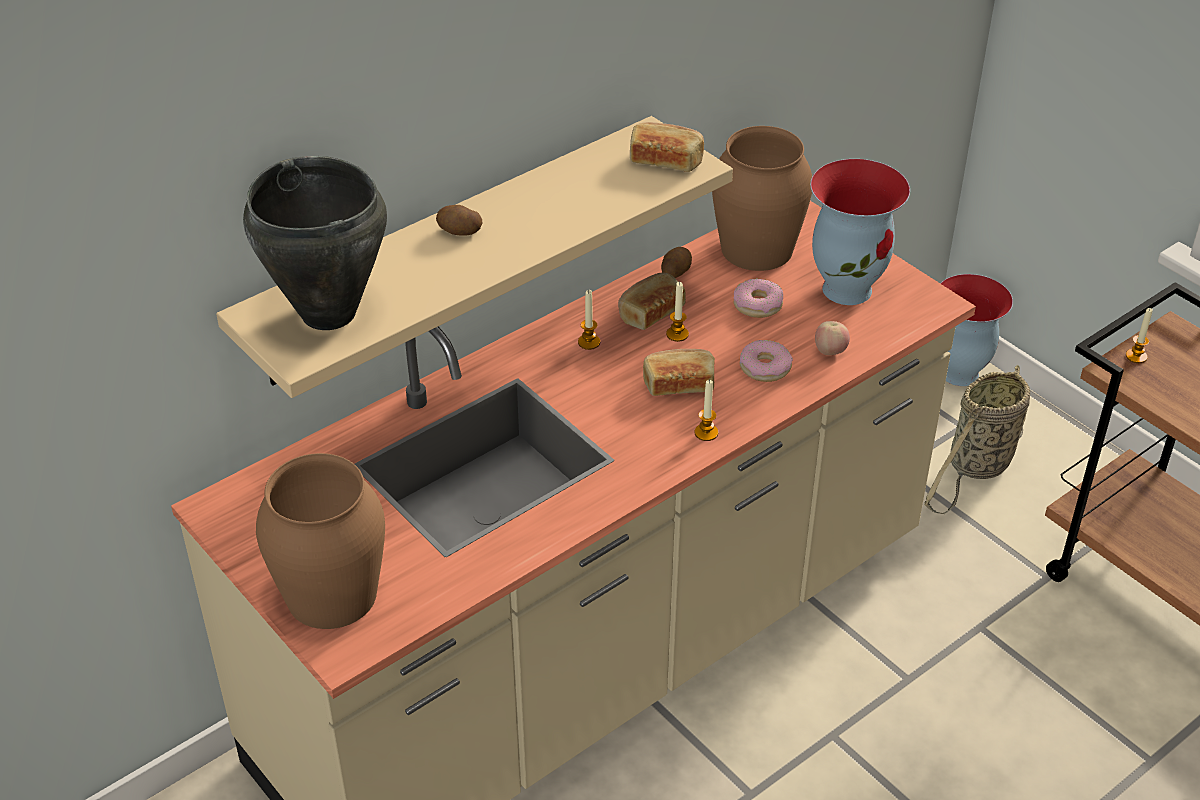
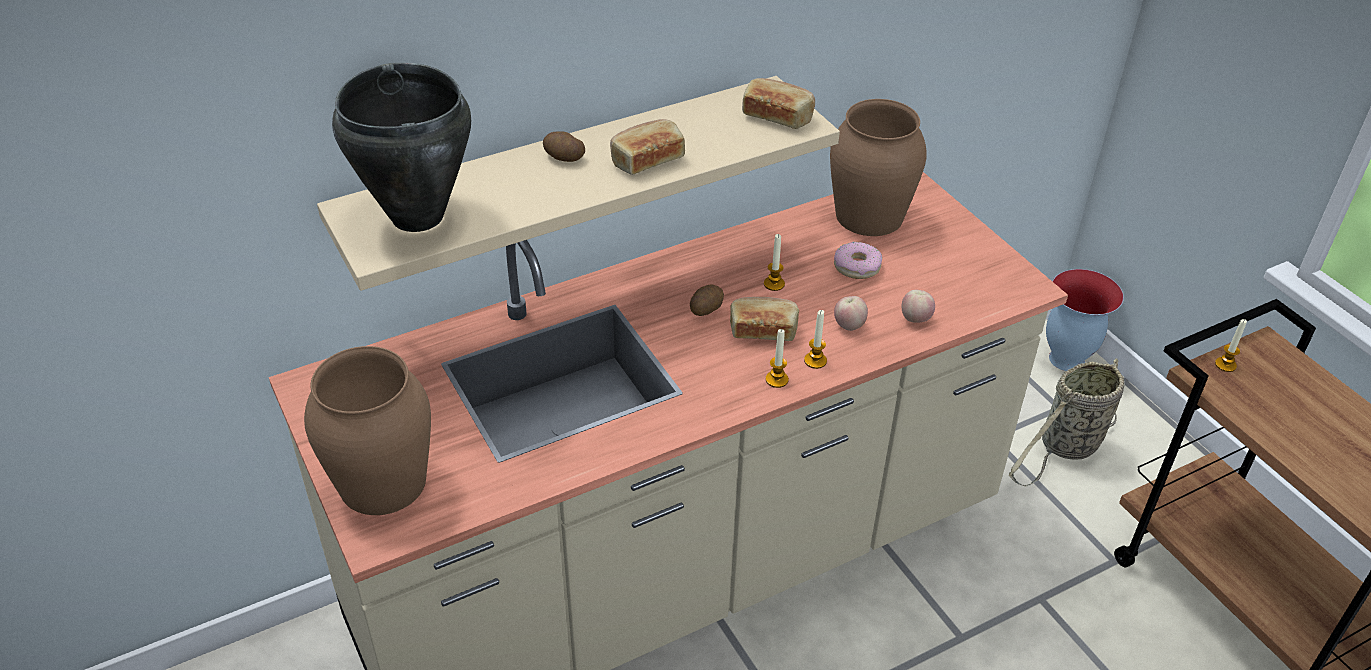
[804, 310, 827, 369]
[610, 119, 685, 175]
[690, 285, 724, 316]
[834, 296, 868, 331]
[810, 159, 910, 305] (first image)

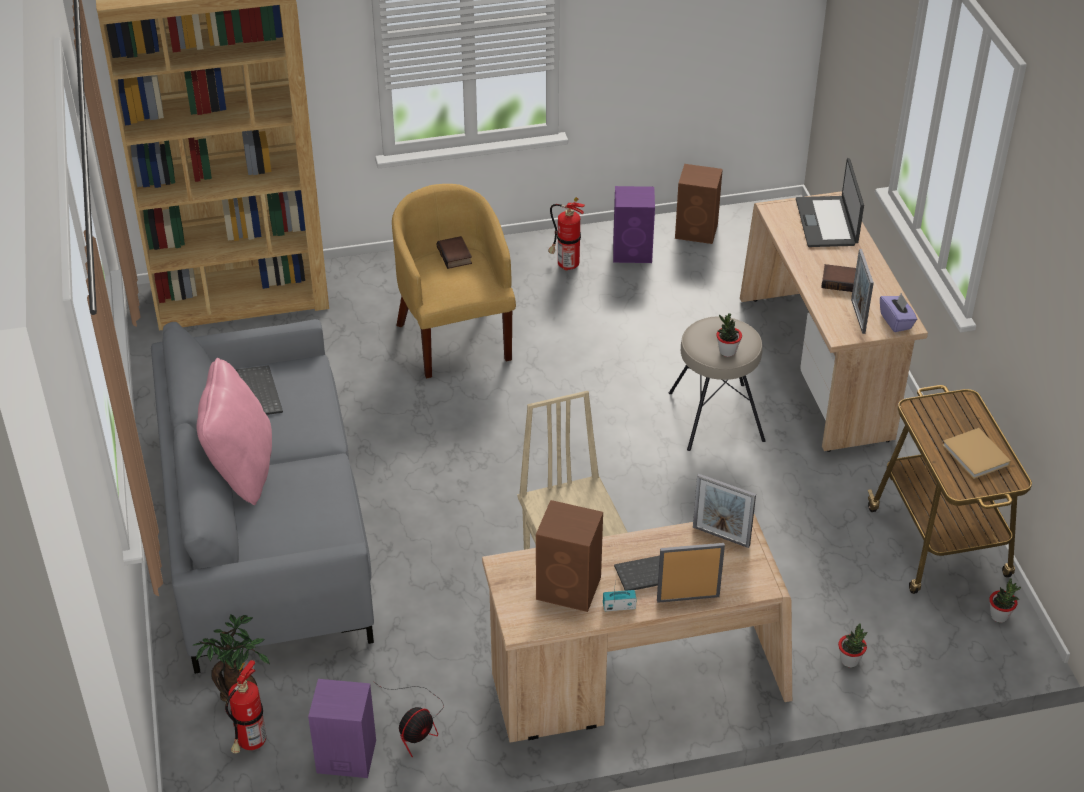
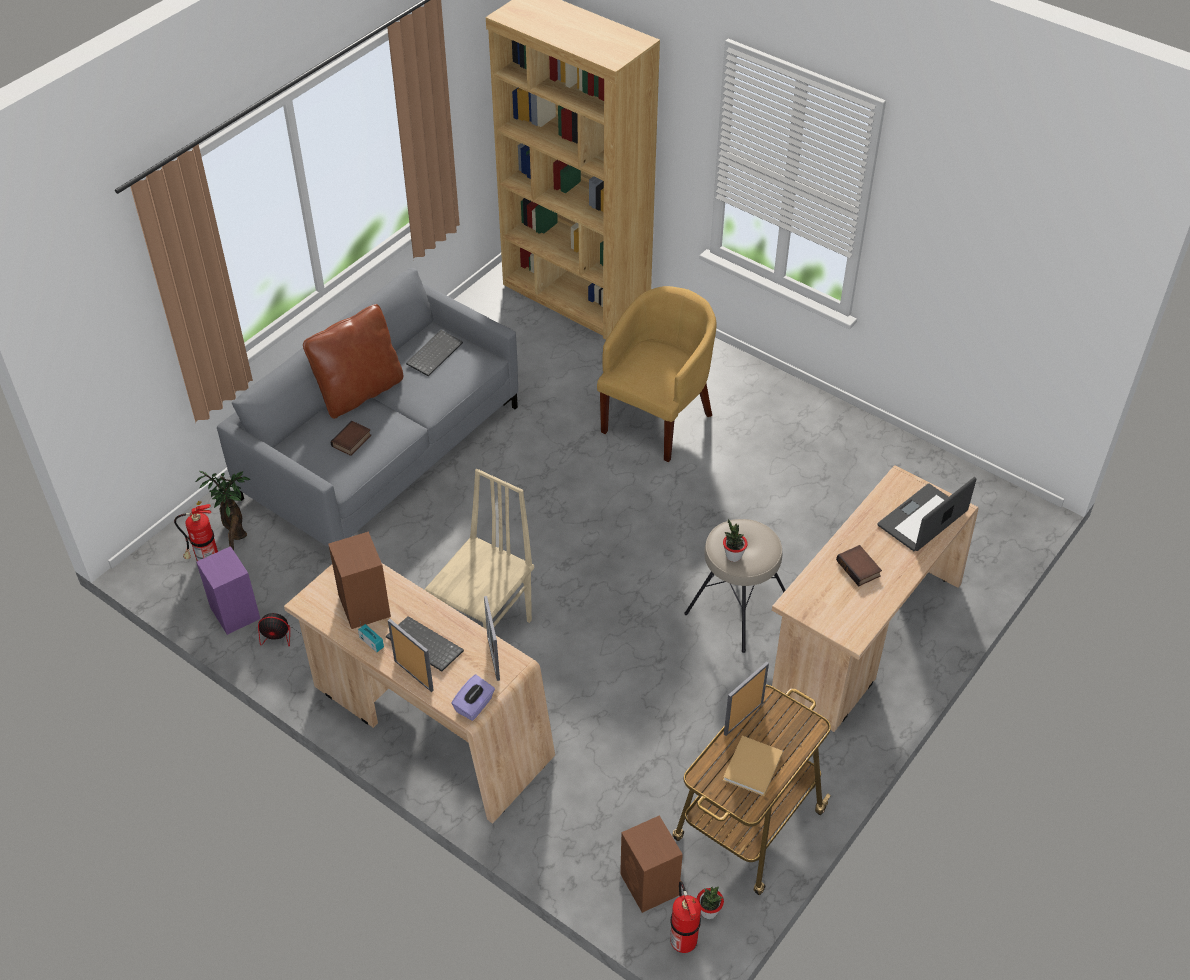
[303, 304, 403, 419]
[331, 421, 371, 456]
[670, 881, 701, 953]
[613, 186, 655, 263] (first image)
[620, 815, 683, 913]
[838, 623, 867, 668] (first image)
[724, 662, 769, 736]
[452, 675, 495, 721]

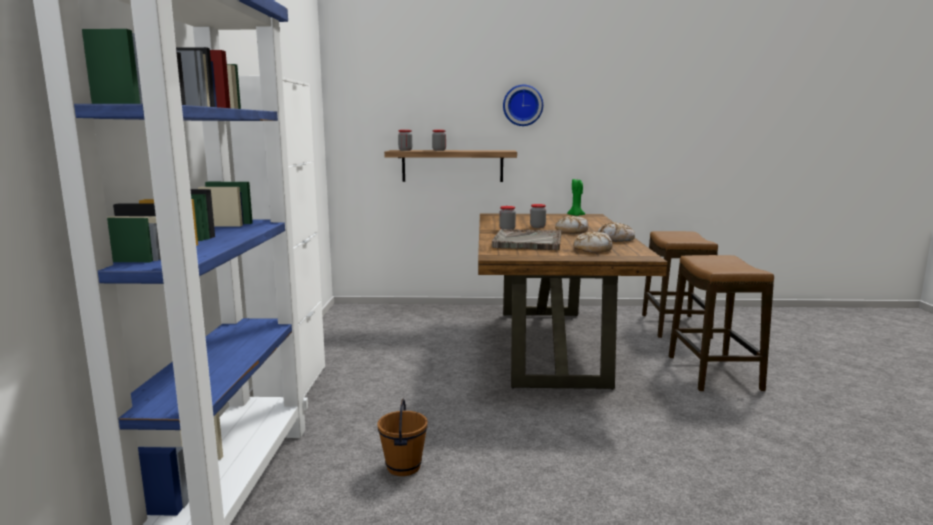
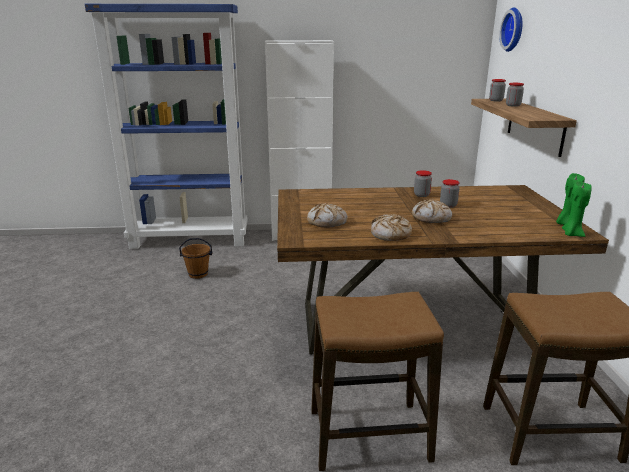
[492, 229, 561, 250] (first image)
[499, 7, 522, 52]
[562, 181, 592, 237]

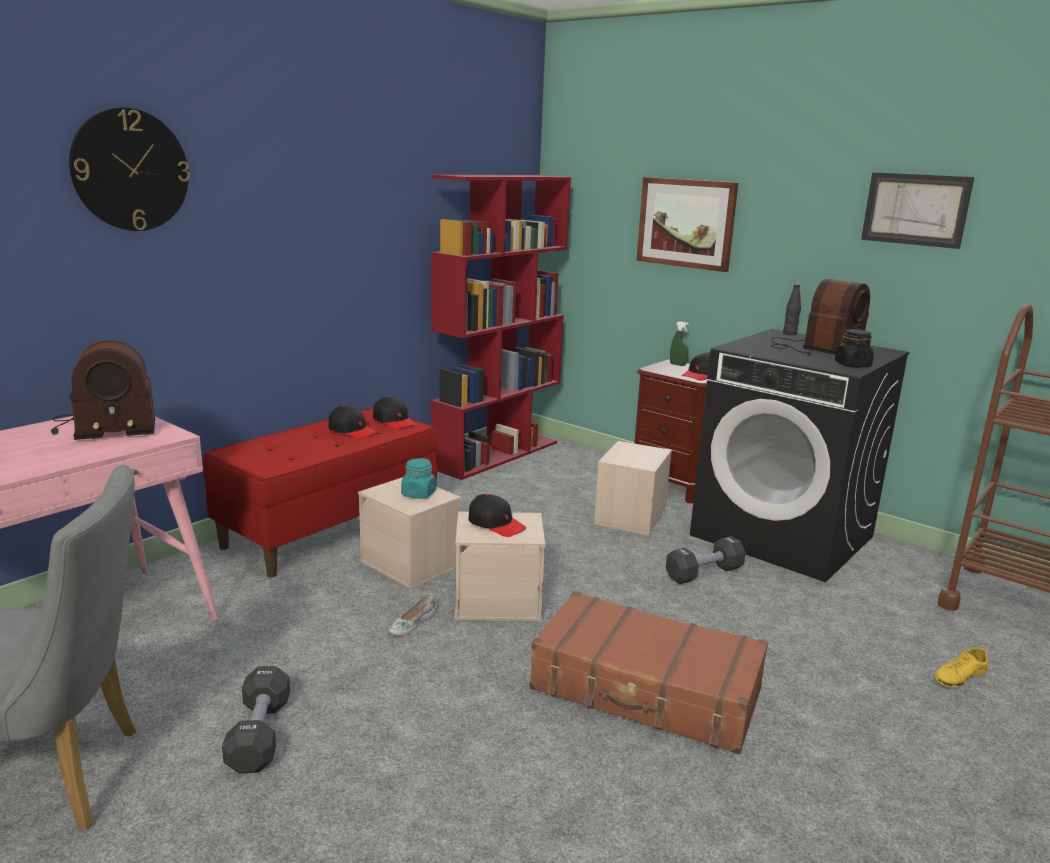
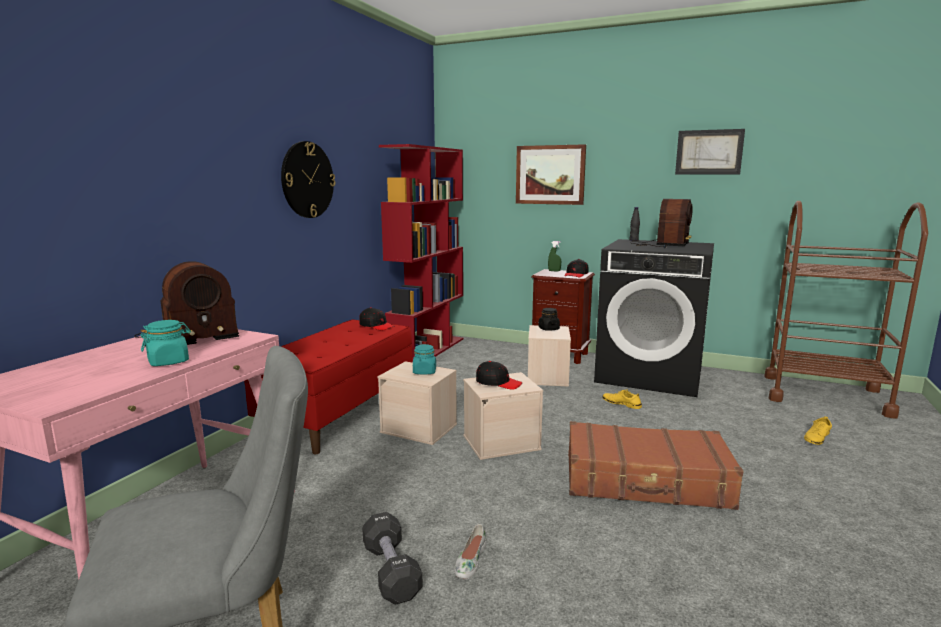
[281, 141, 335, 218]
[328, 405, 378, 439] (first image)
[454, 524, 486, 579]
[602, 389, 642, 409]
[538, 308, 560, 331]
[141, 320, 191, 366]

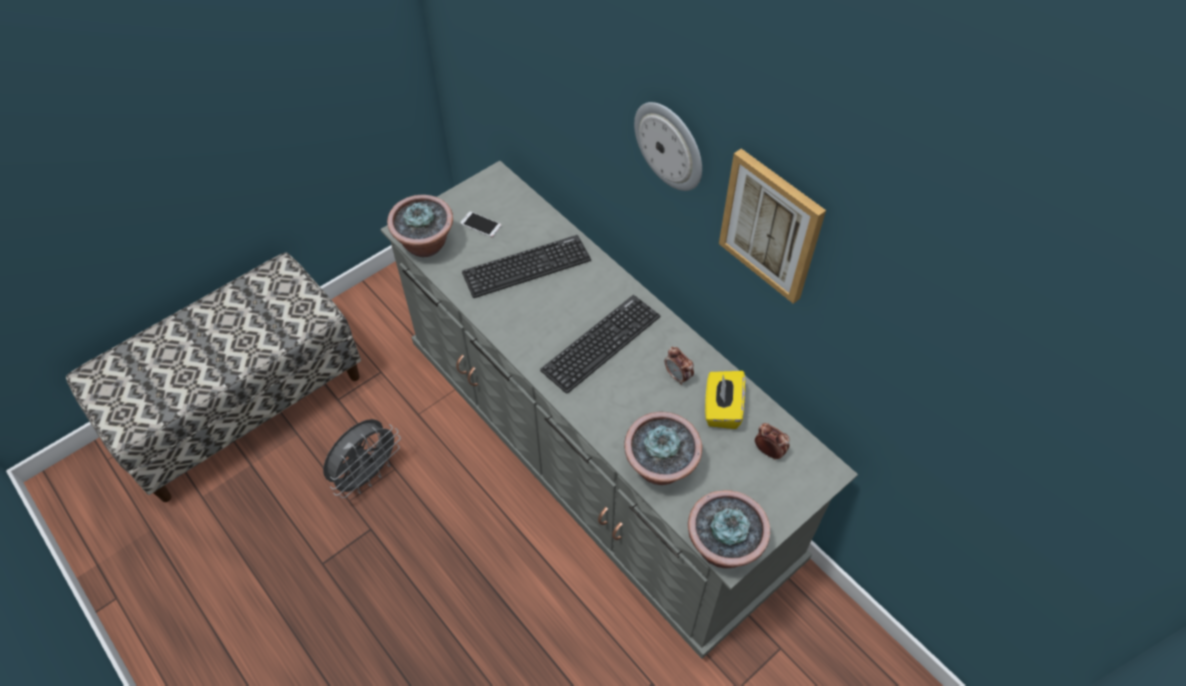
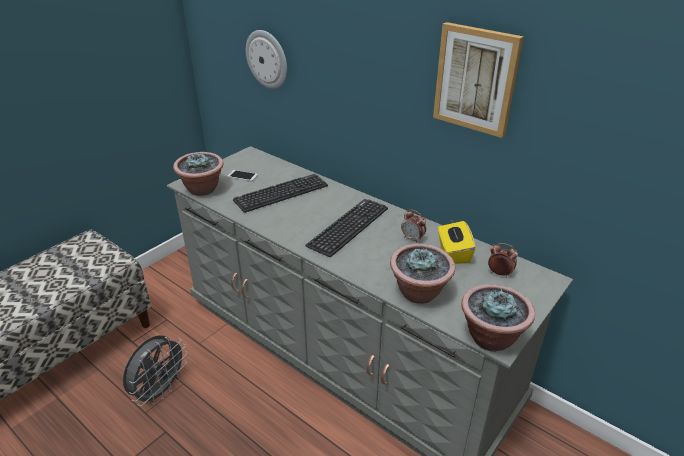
[246, 30, 287, 89]

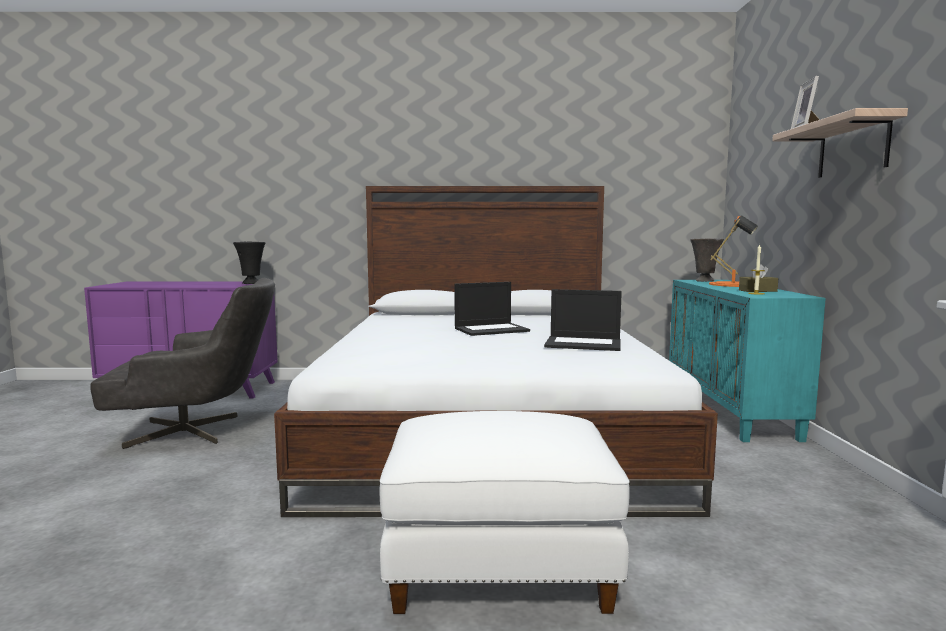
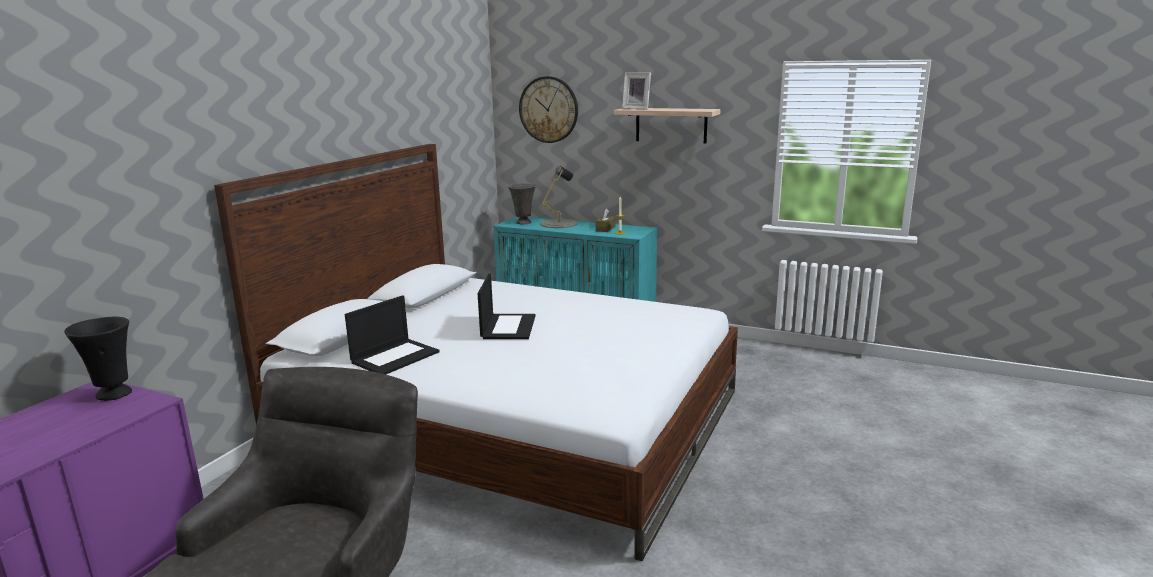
[380, 411, 630, 614] (first image)
[345, 295, 440, 374]
[540, 166, 578, 228]
[519, 76, 578, 143]

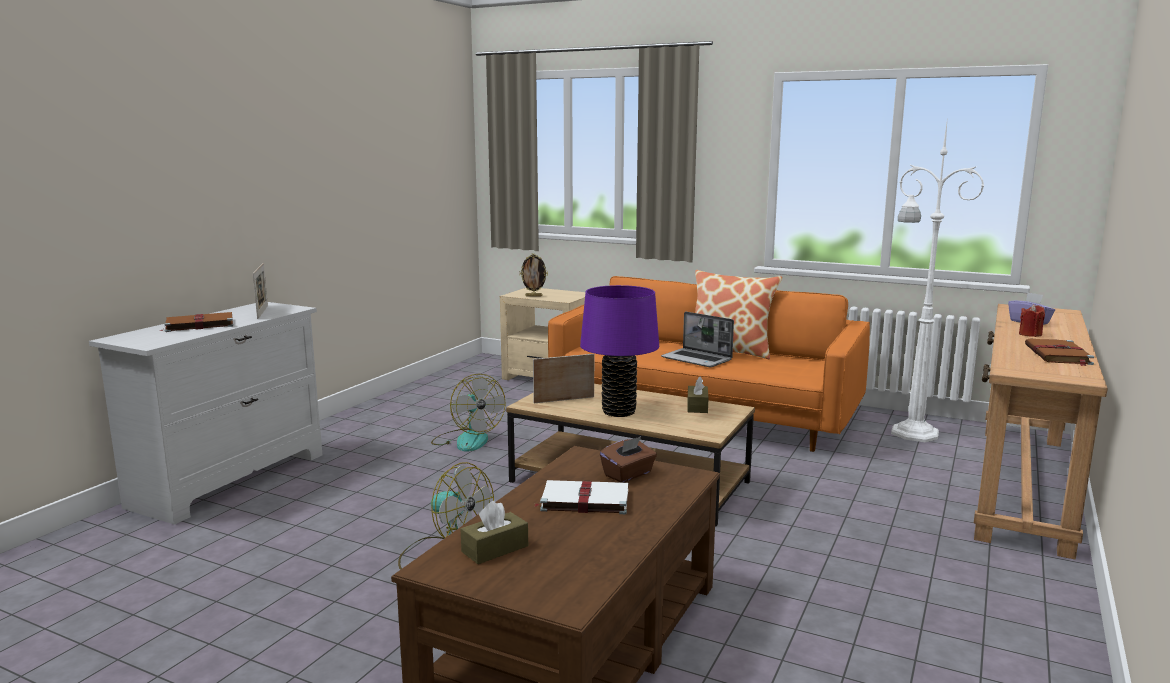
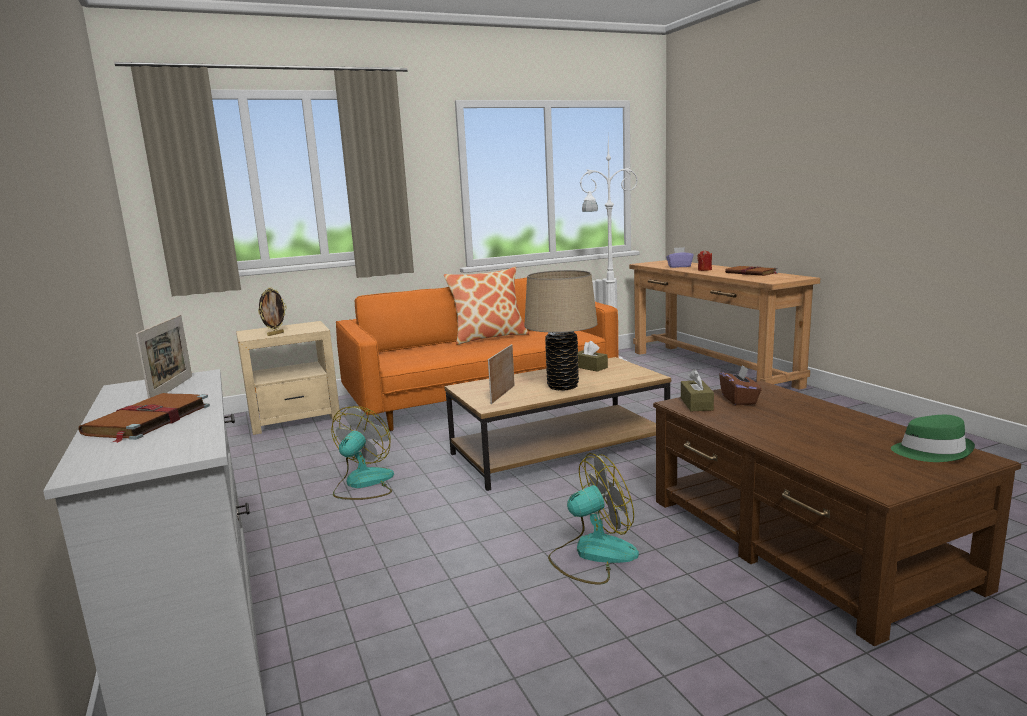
[136, 315, 192, 399]
[331, 406, 394, 500]
[681, 369, 714, 411]
[535, 480, 628, 514] (first image)
[524, 270, 597, 391]
[661, 312, 734, 367] (first image)
[891, 415, 975, 462]

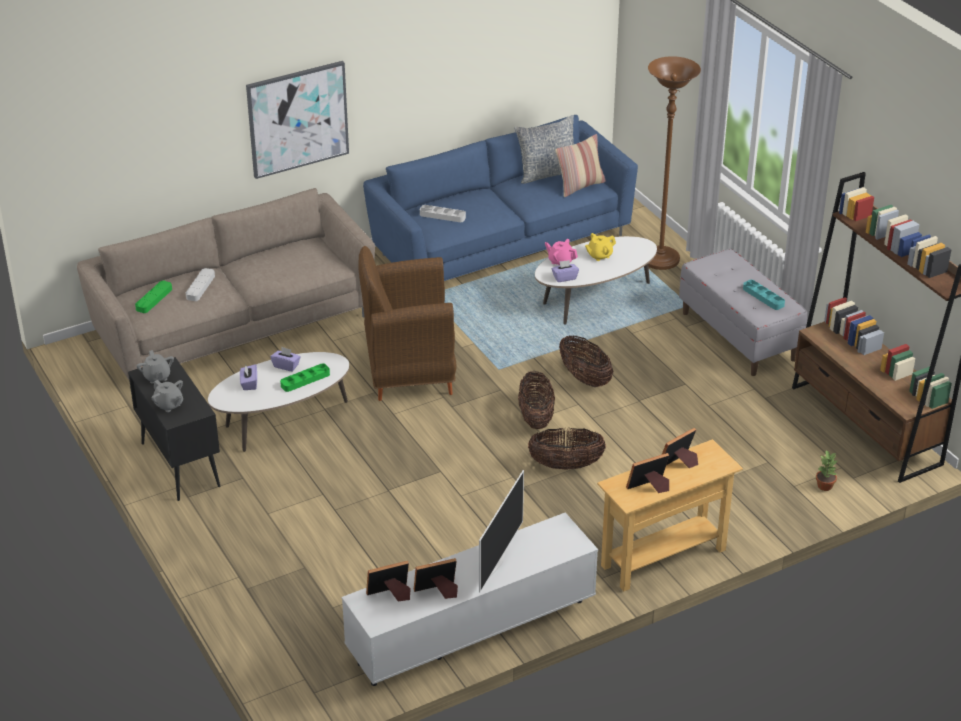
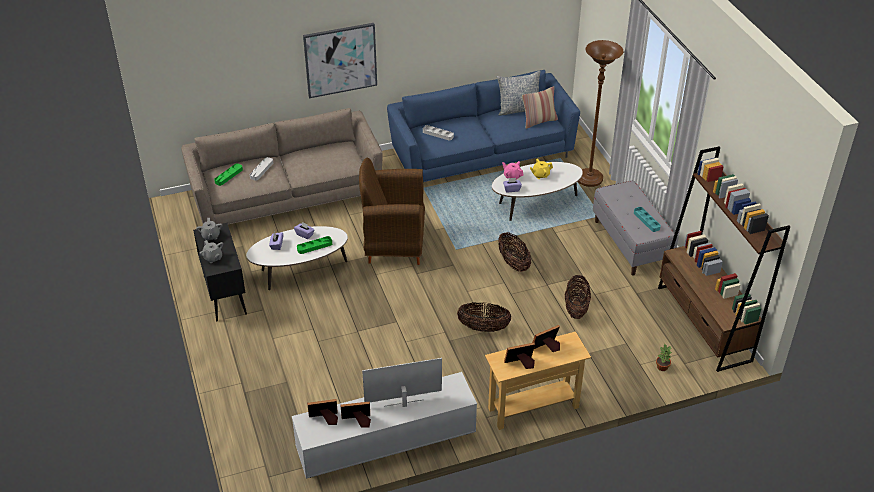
[362, 358, 442, 407]
[565, 275, 591, 319]

